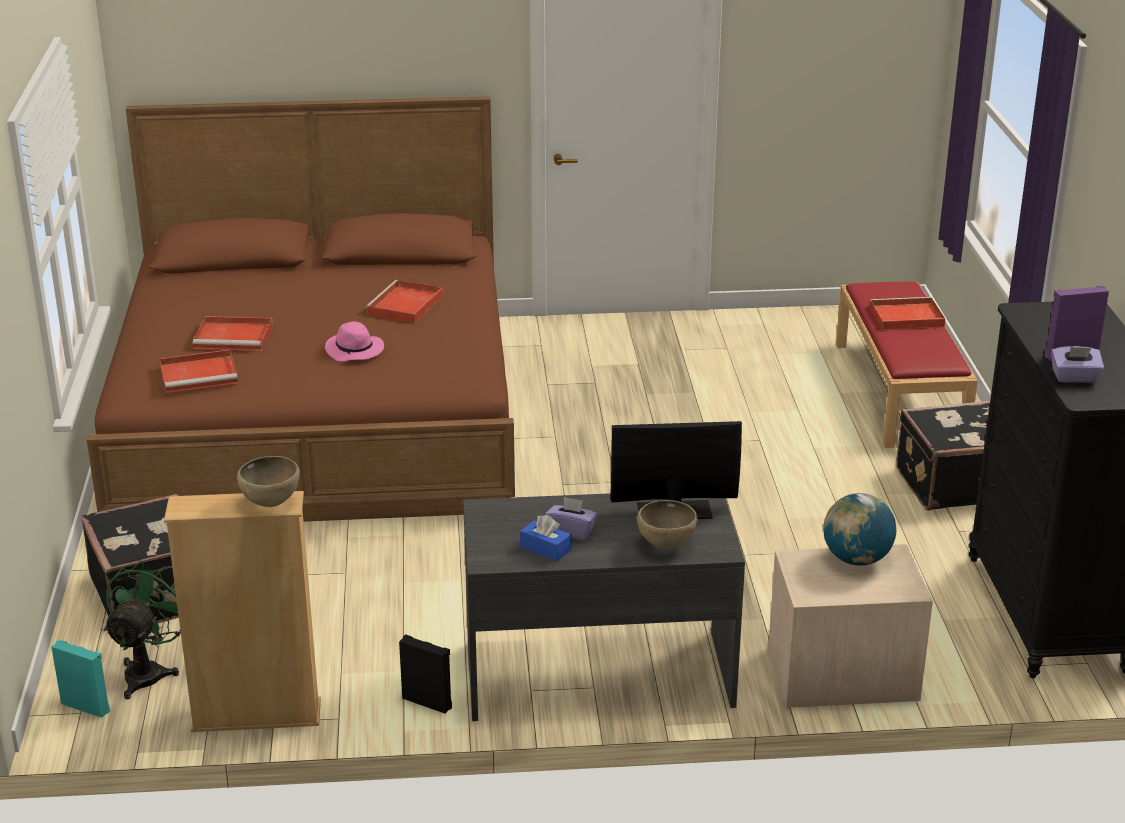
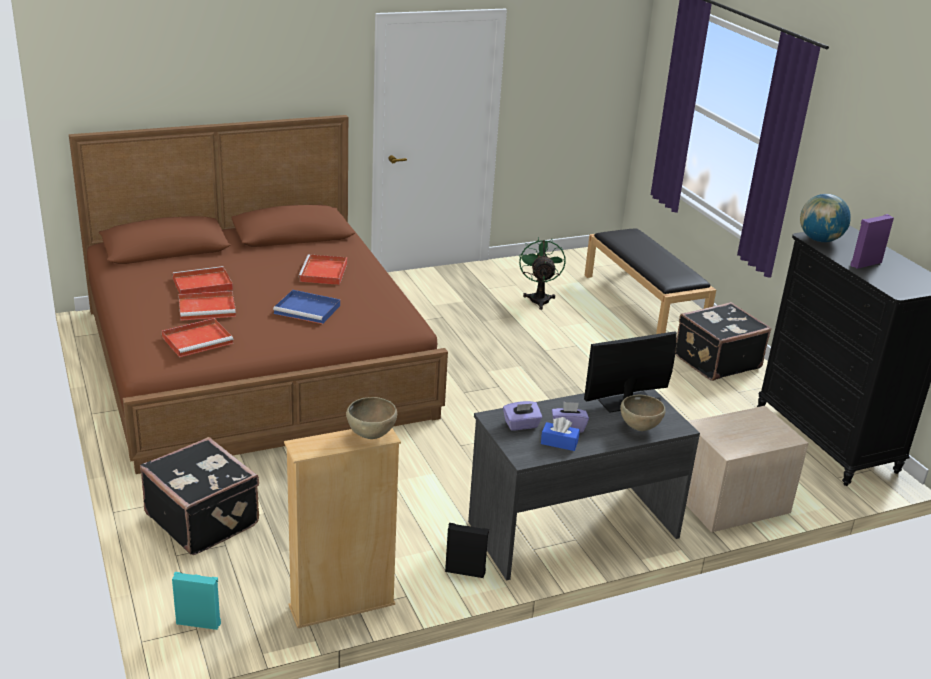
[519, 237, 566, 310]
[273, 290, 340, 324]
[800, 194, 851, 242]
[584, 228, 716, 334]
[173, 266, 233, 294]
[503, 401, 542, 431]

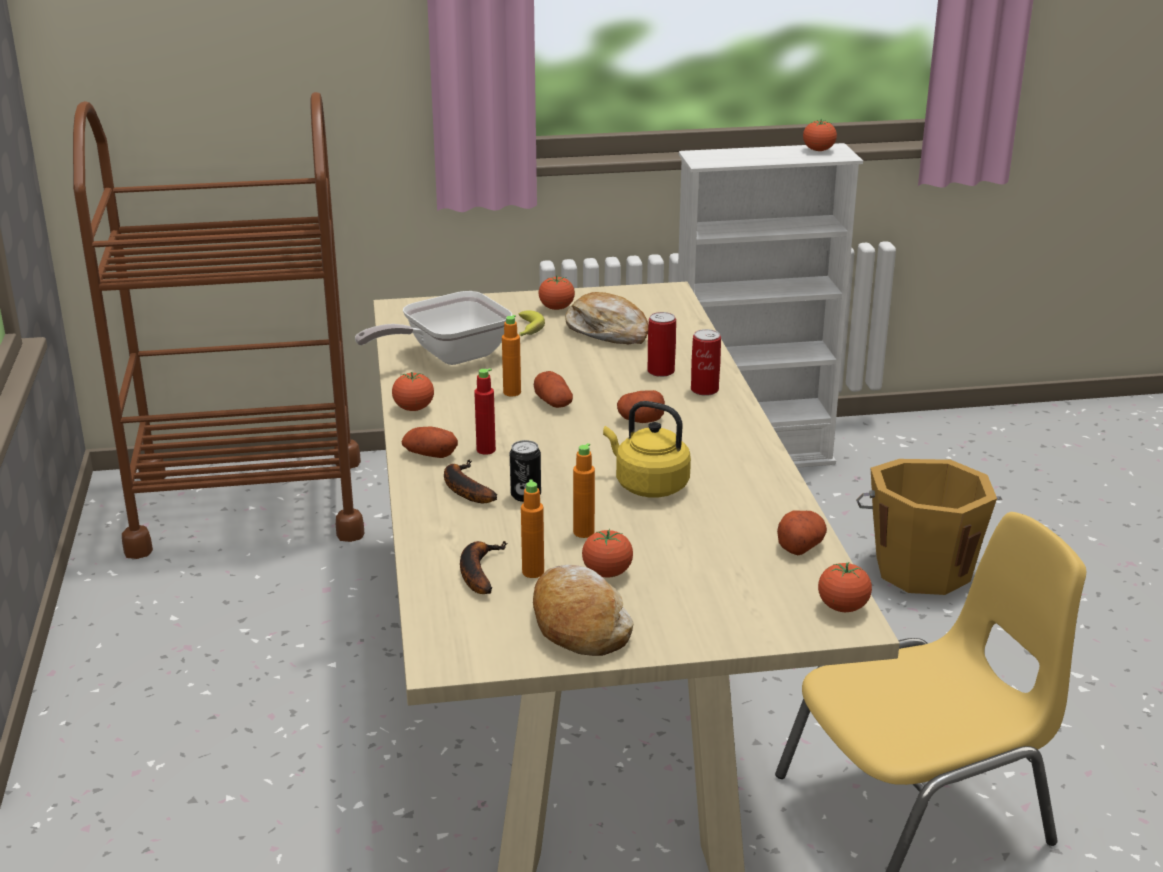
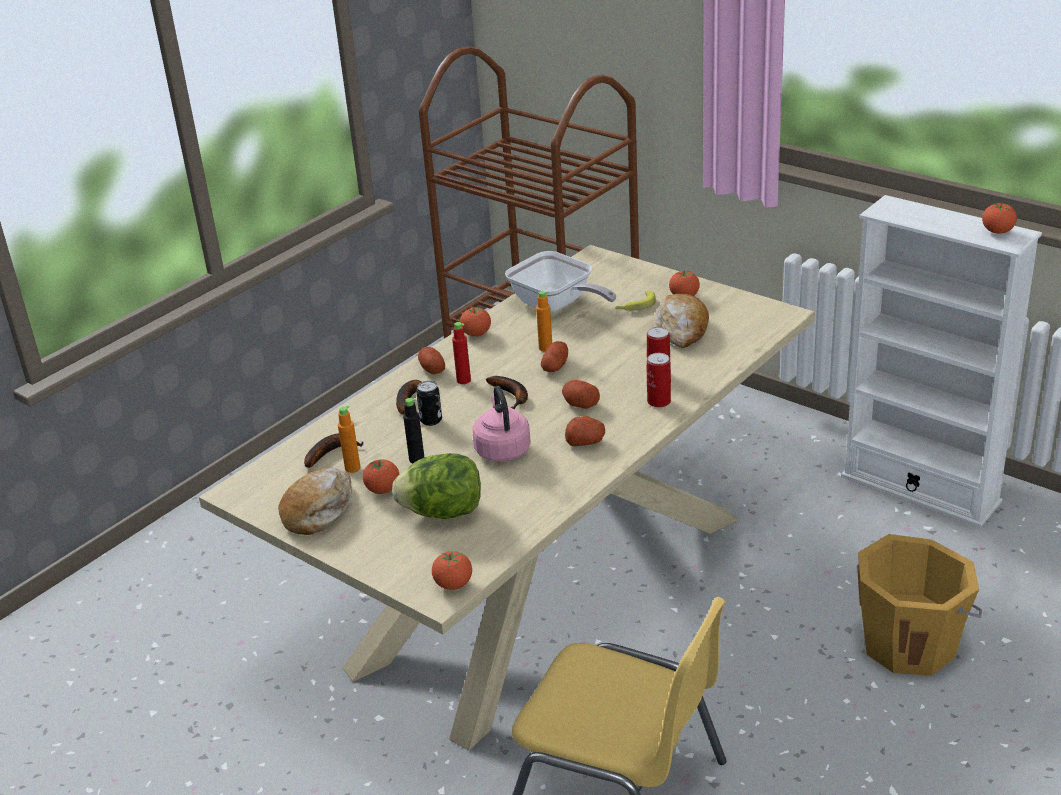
[505, 251, 616, 313]
[403, 398, 424, 463]
[472, 386, 531, 462]
[565, 416, 605, 446]
[392, 453, 481, 519]
[486, 376, 528, 409]

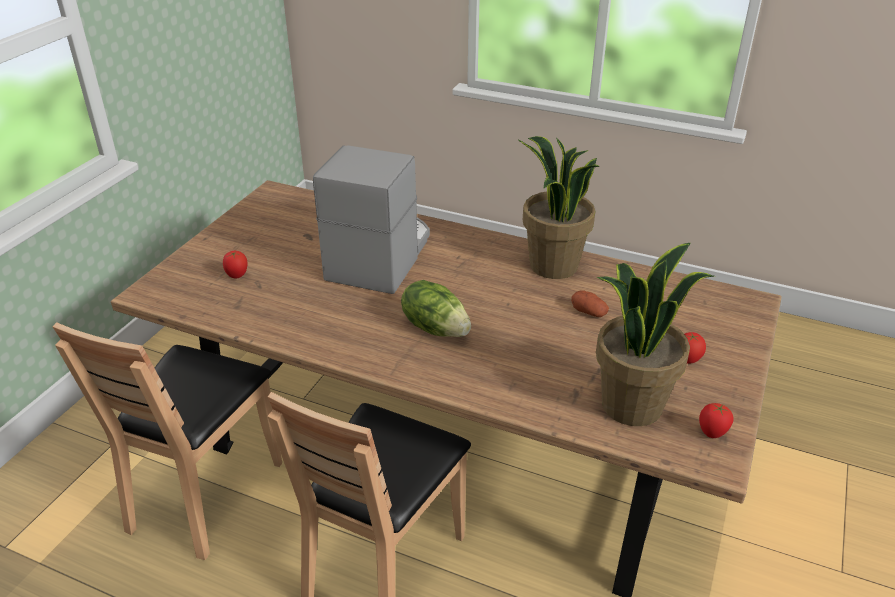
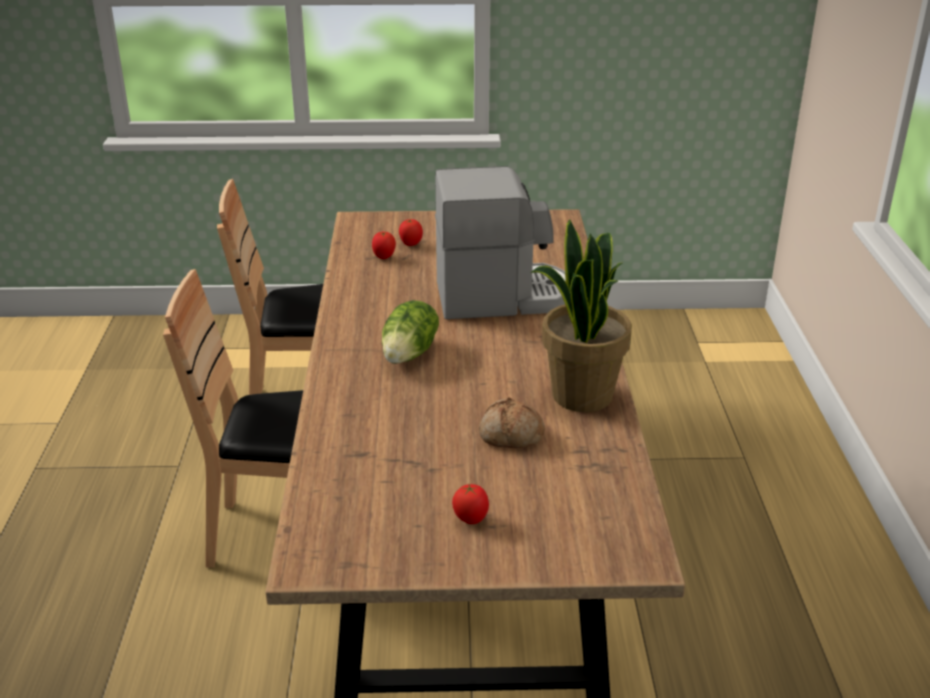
[479, 397, 545, 448]
[596, 243, 714, 426] (first image)
[372, 232, 396, 259]

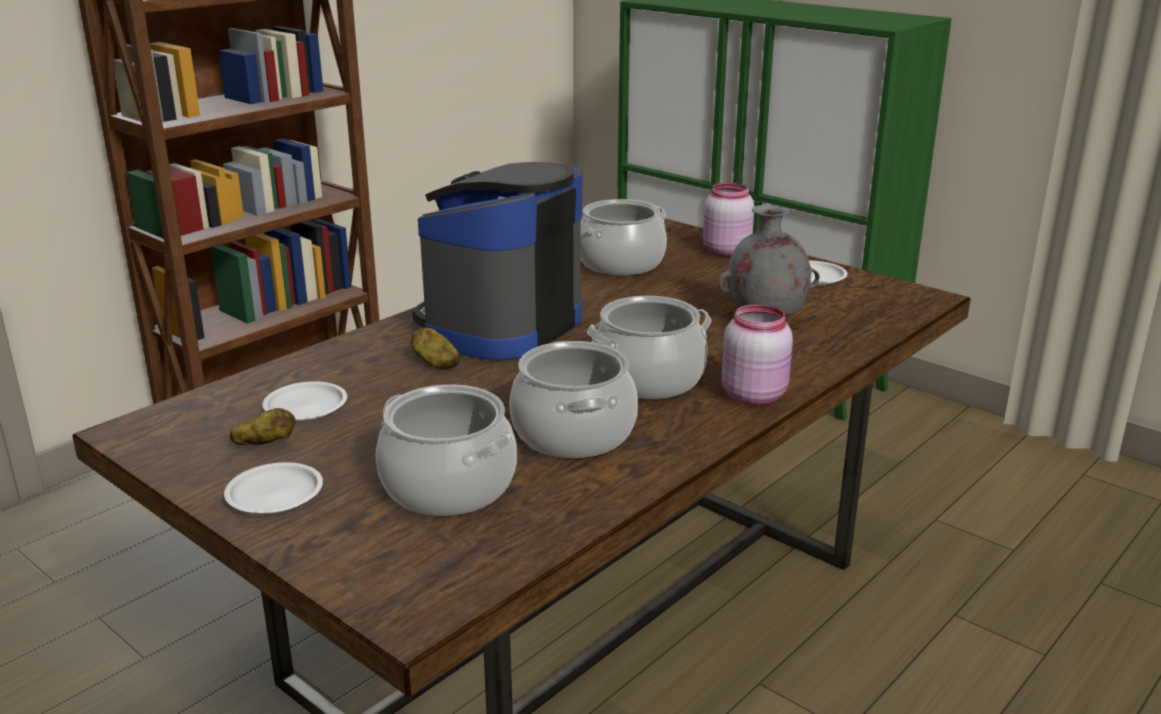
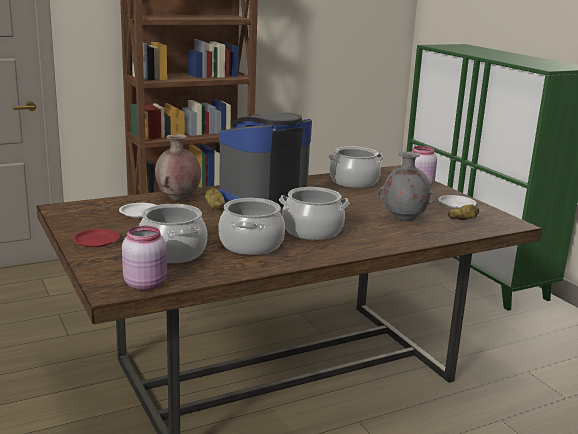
[72, 229, 120, 247]
[448, 204, 479, 220]
[122, 226, 167, 290]
[155, 134, 201, 200]

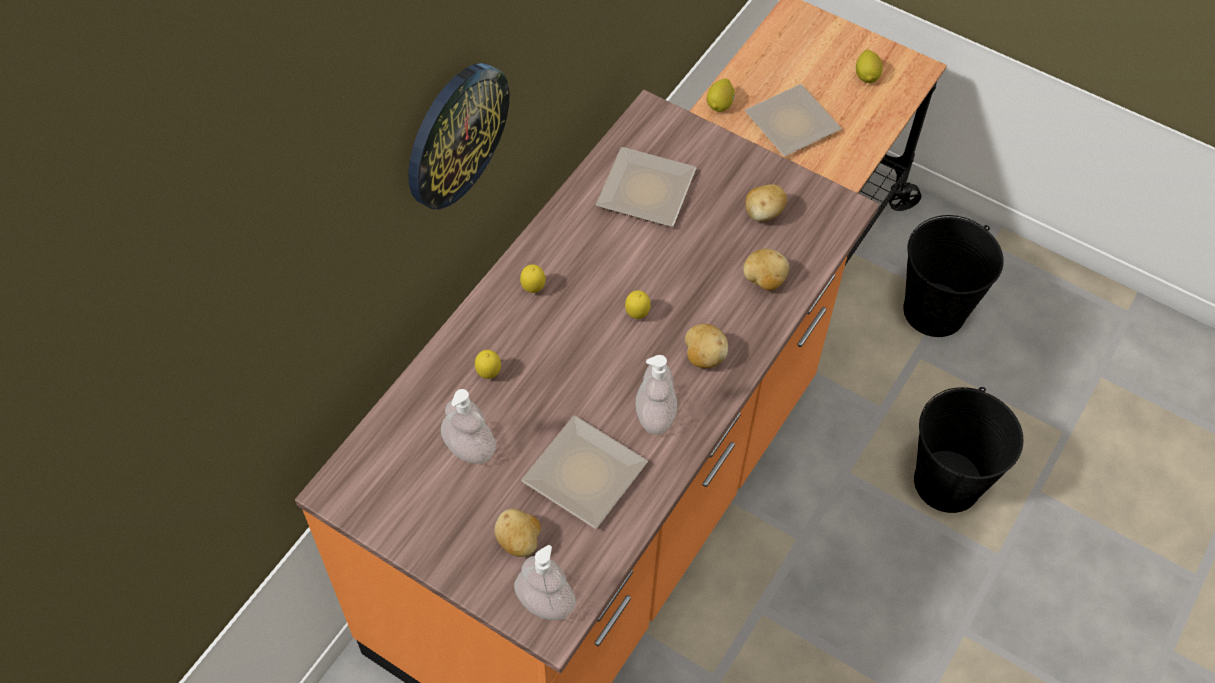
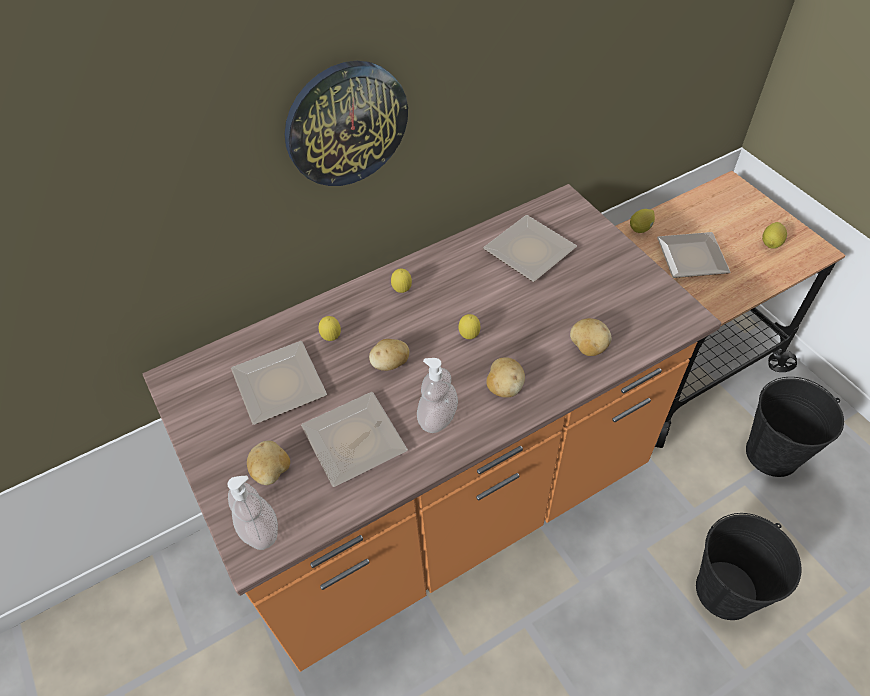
[231, 341, 327, 425]
[369, 339, 409, 371]

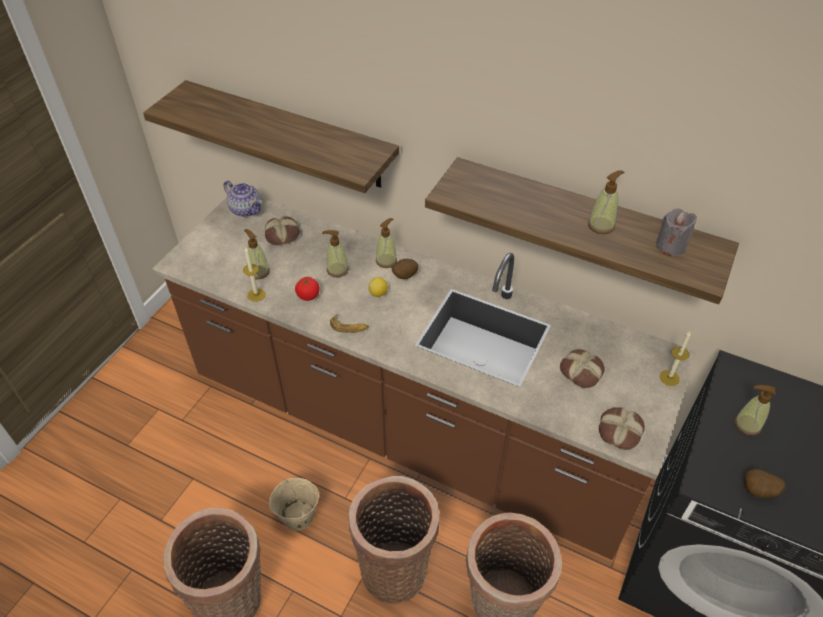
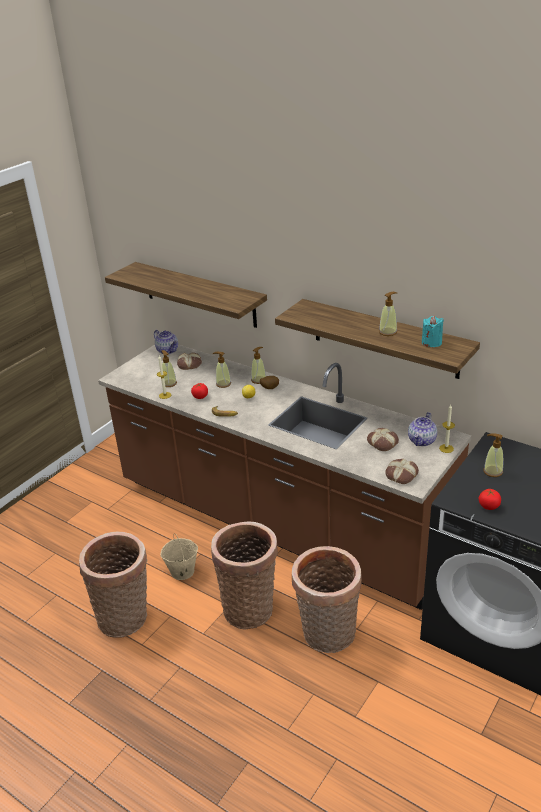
[422, 316, 444, 347]
[479, 489, 501, 510]
[408, 412, 437, 446]

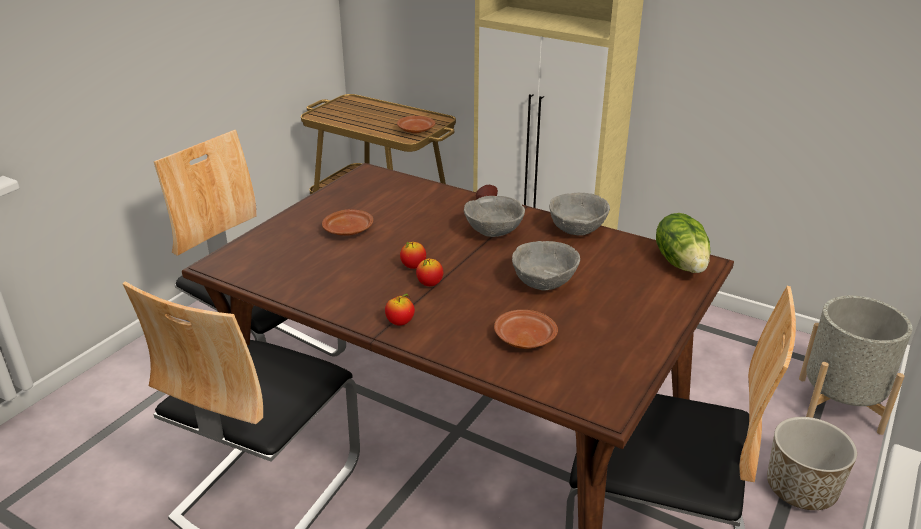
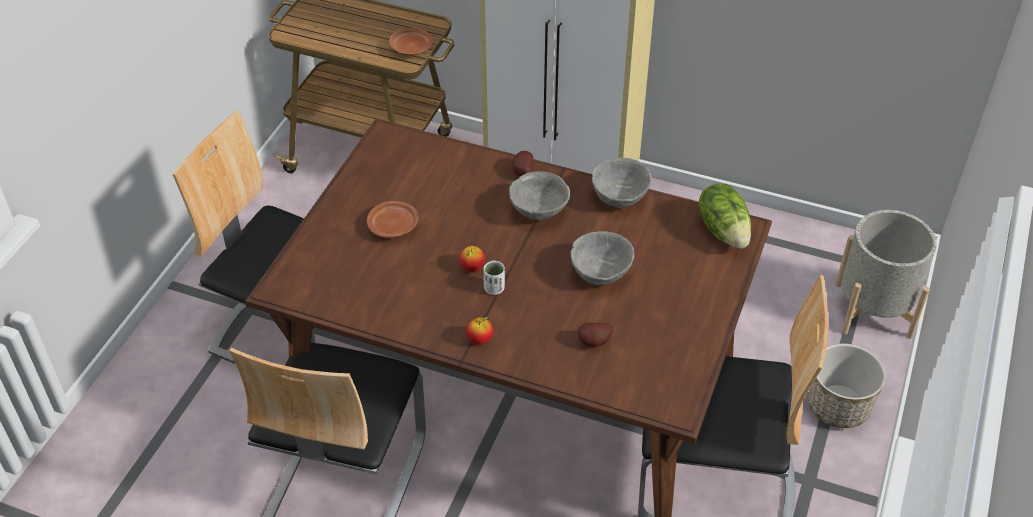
[483, 260, 505, 295]
[578, 322, 613, 347]

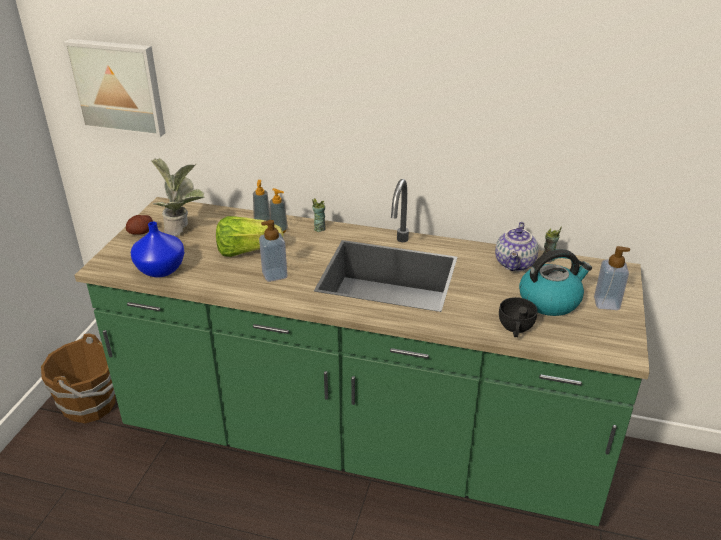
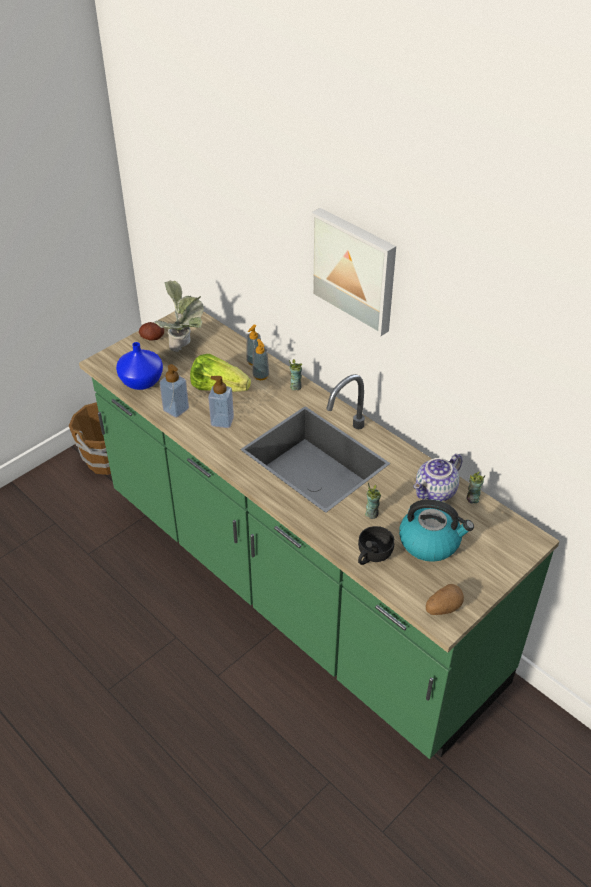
[310, 208, 396, 336]
[159, 364, 189, 418]
[365, 483, 381, 519]
[426, 584, 464, 615]

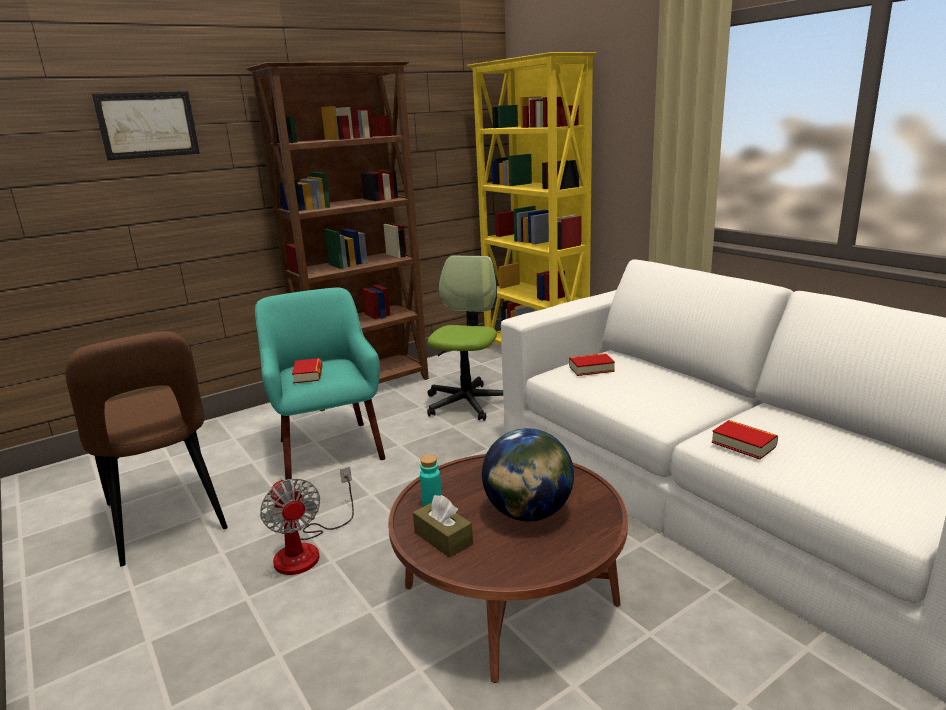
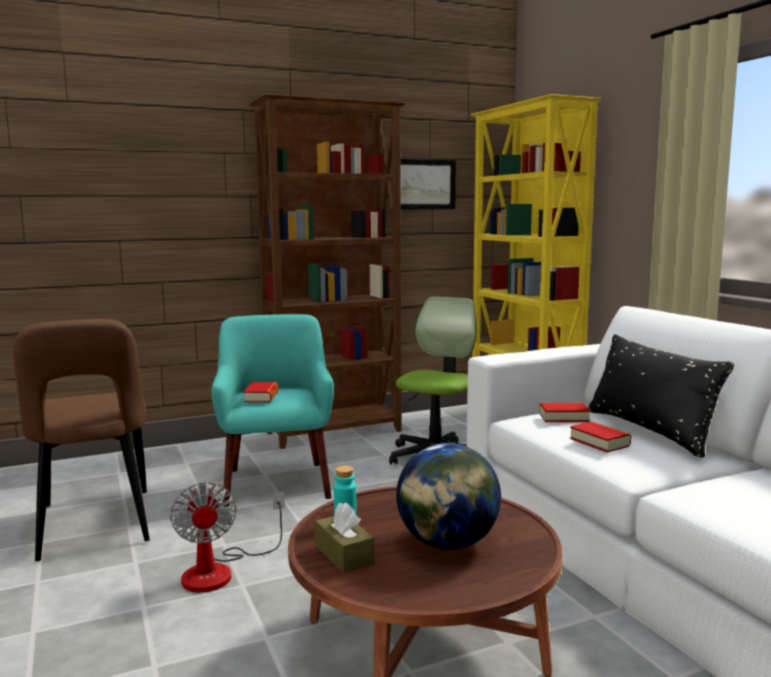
[401, 159, 456, 209]
[570, 422, 631, 452]
[588, 334, 734, 458]

